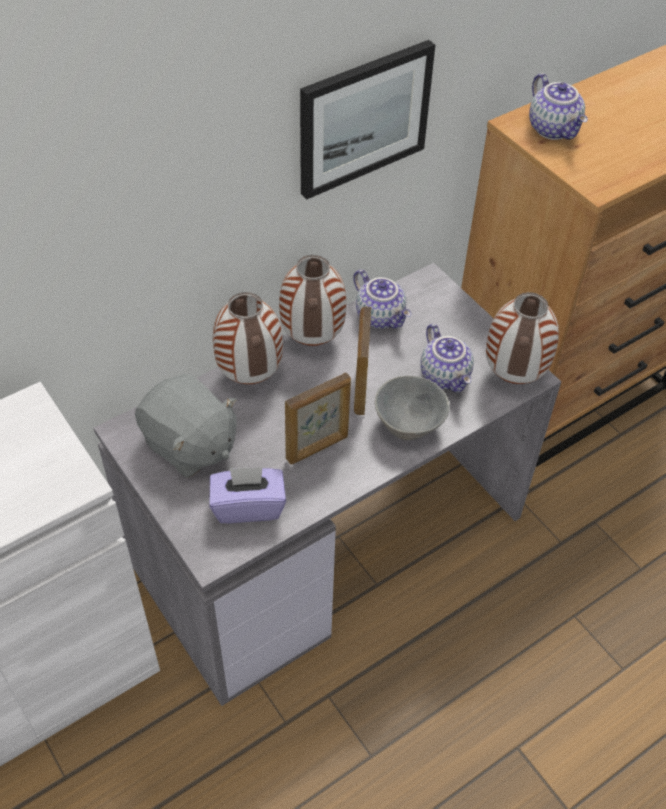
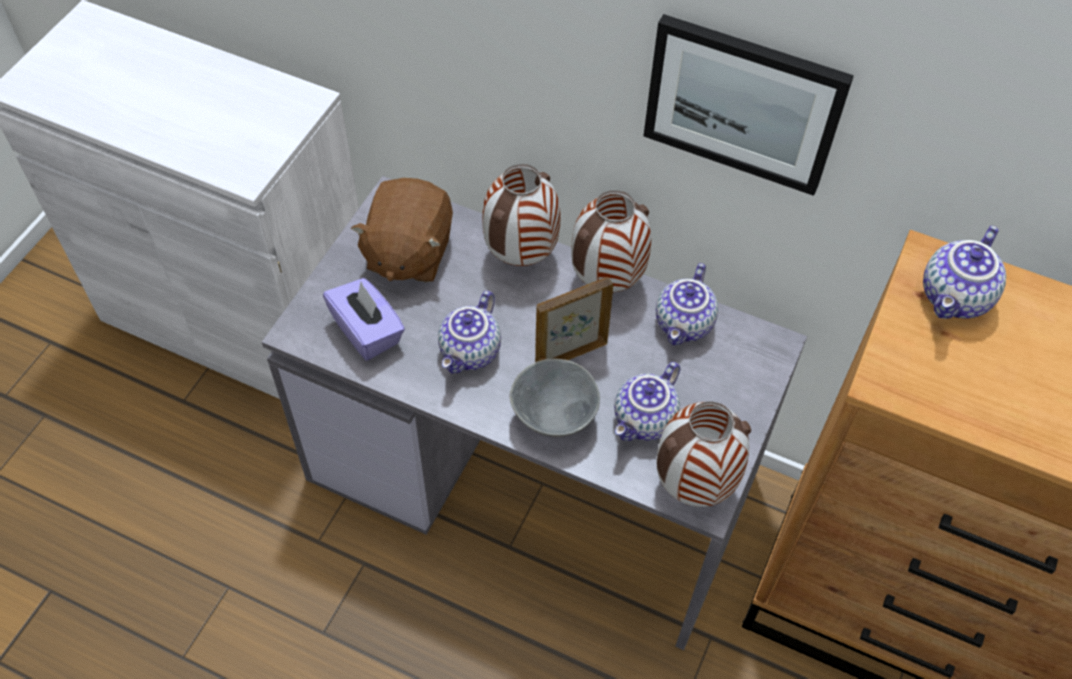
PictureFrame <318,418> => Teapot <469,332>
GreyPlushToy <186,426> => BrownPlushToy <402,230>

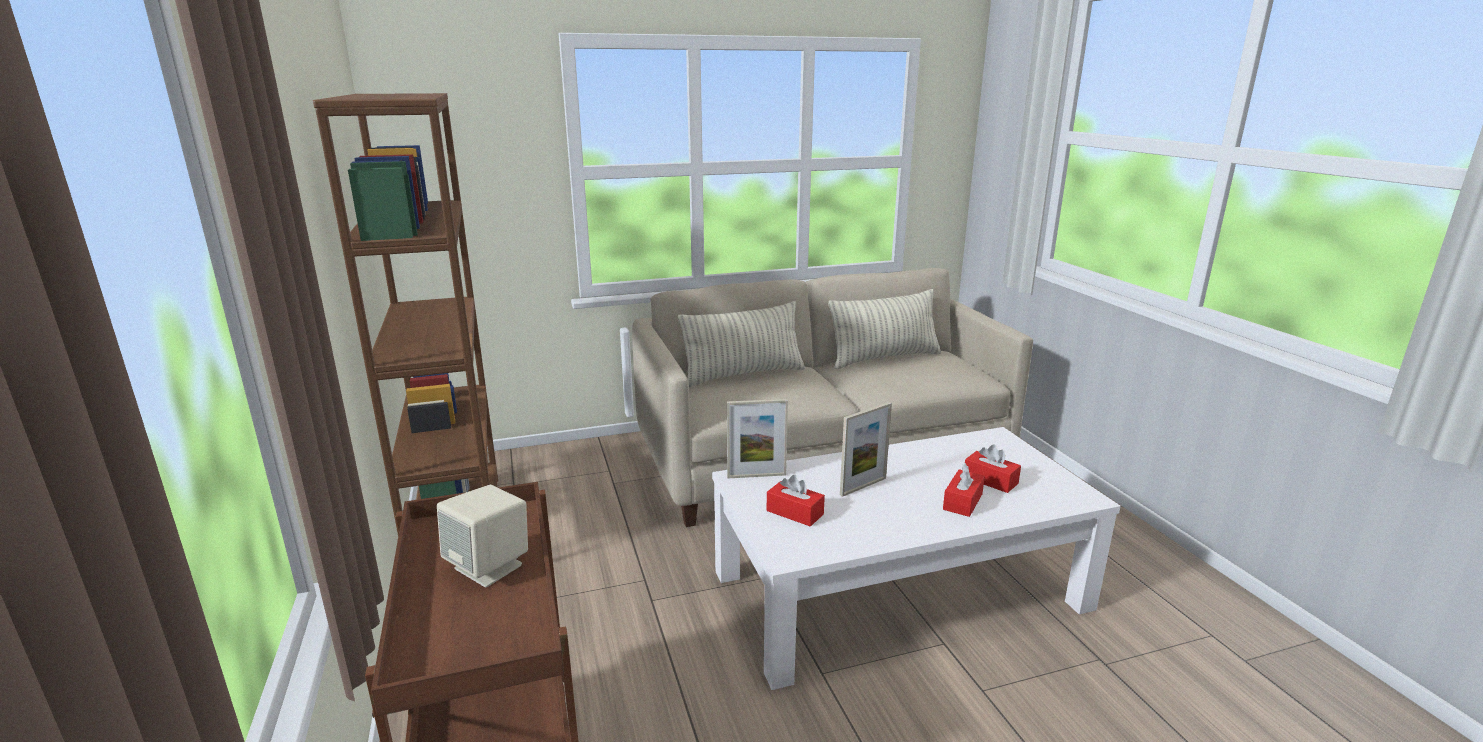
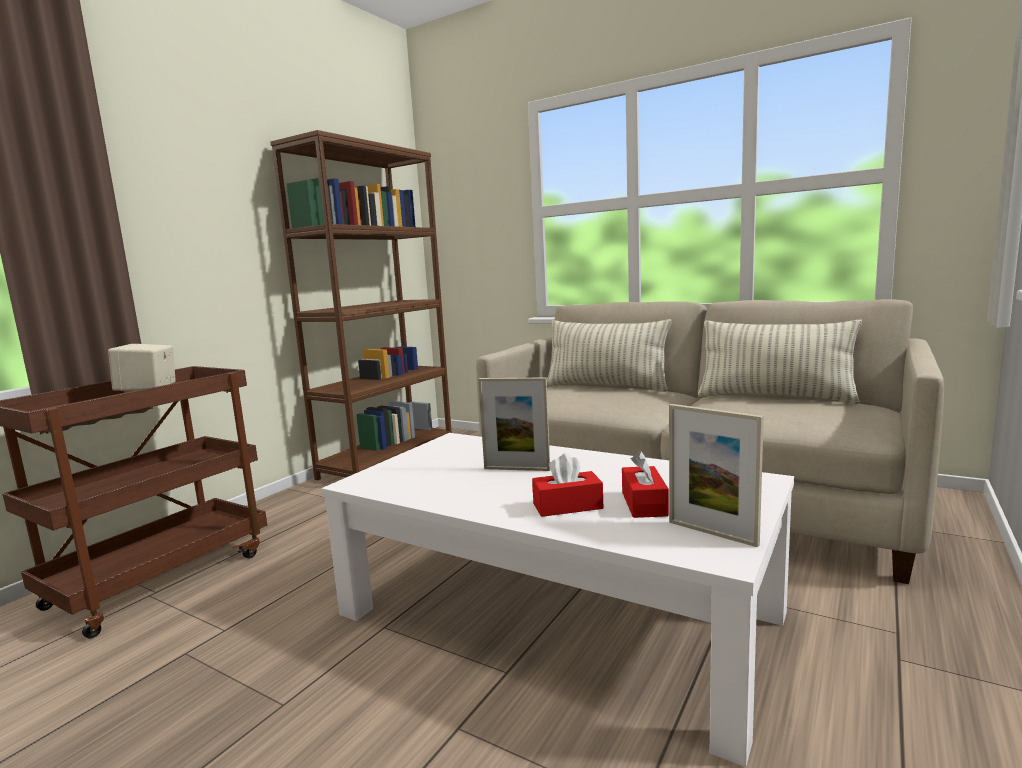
RedTissueBox <796,501> => nothing
PictureFrame <757,438> => PictureFrame <716,475>, moved

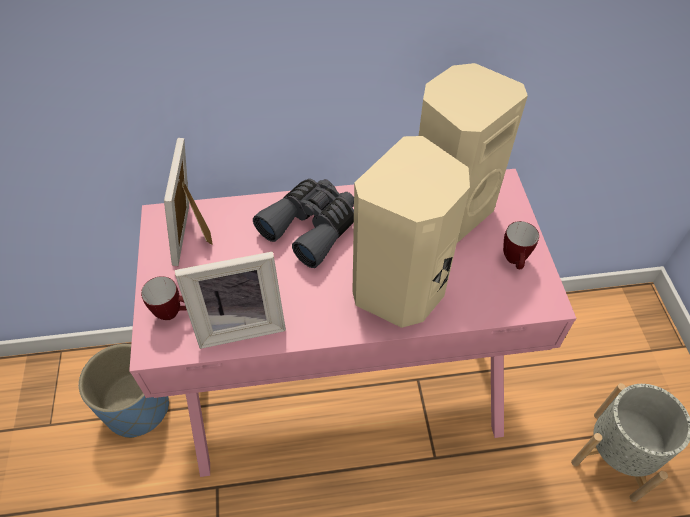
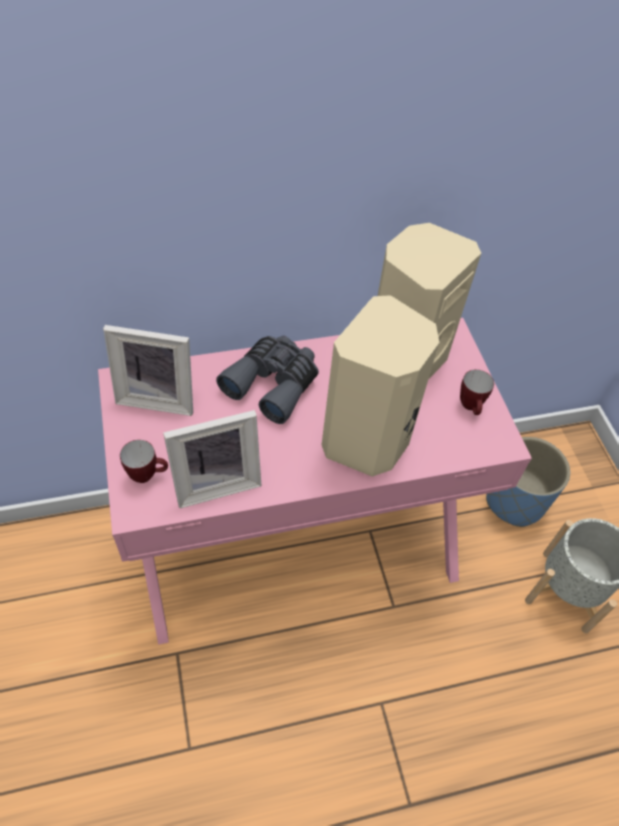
BluePlanter <124,391> => BluePlanter <528,482>, moved
PictureFrame <188,202> => PictureFrame <148,370>, 75 degrees counterclockwise

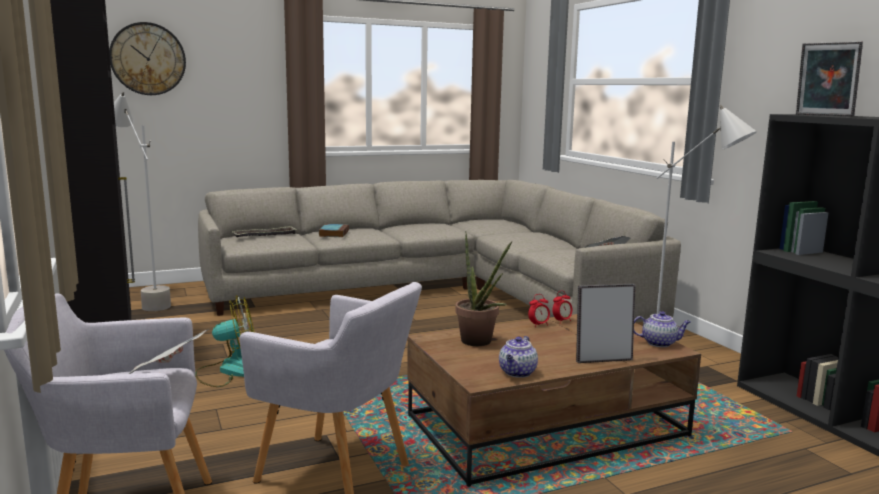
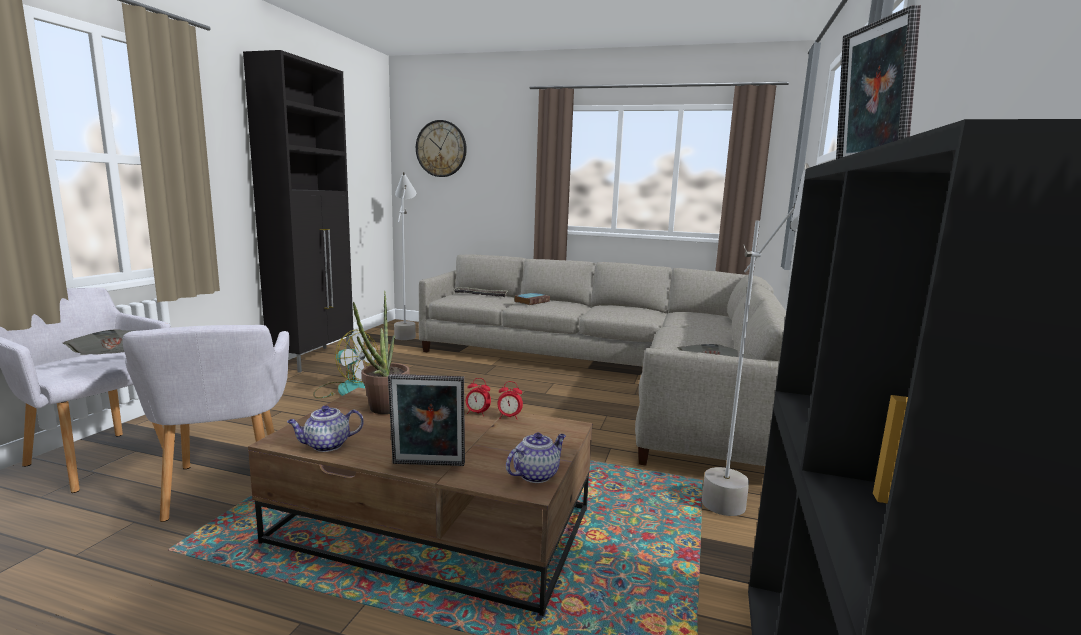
PictureFrame <605,323> => PictureFrame <426,420>, 150 degrees clockwise
Teapot <662,329> => Teapot <536,458>, 90 degrees counterclockwise

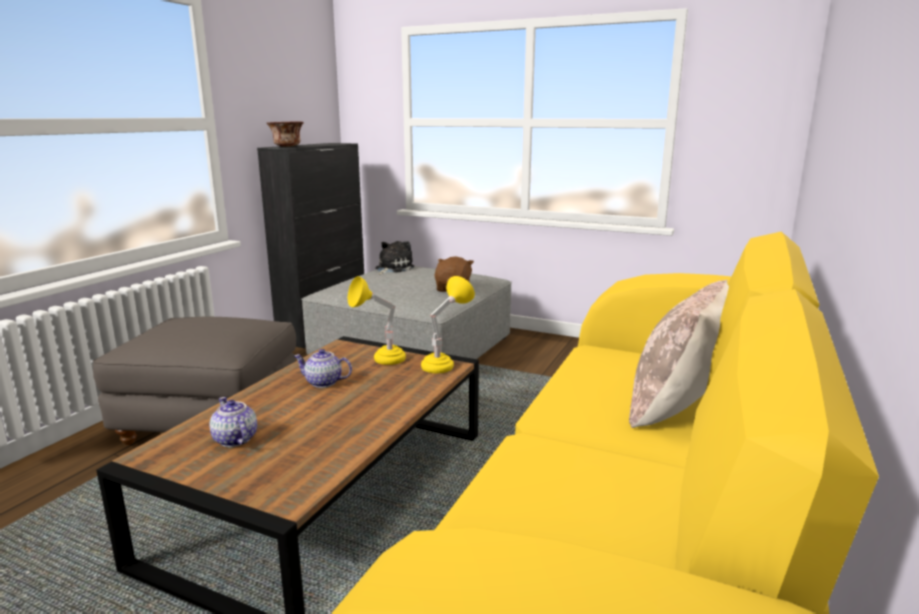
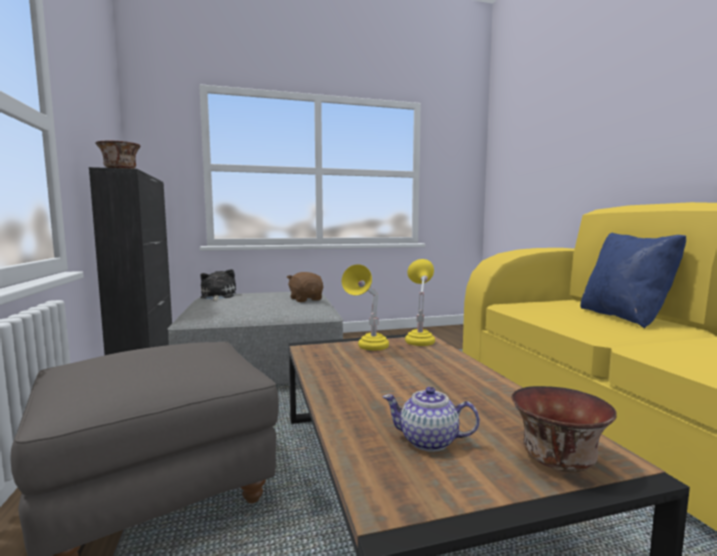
Teapot <323,368> => nothing
nothing => Bowl <564,429>
BeigePillow <679,354> => BluePillow <633,280>

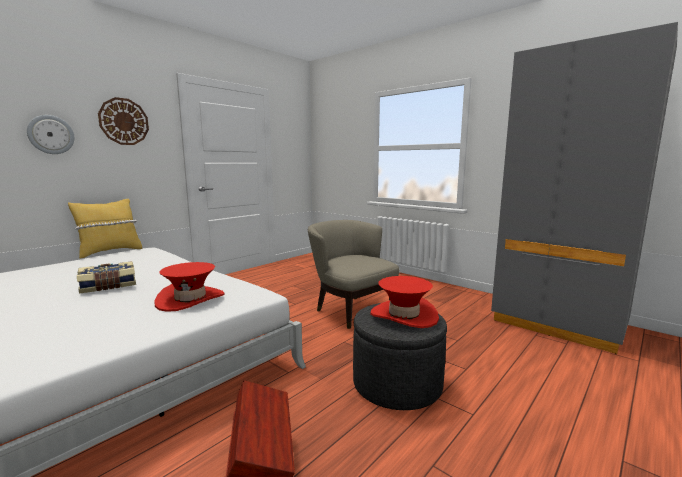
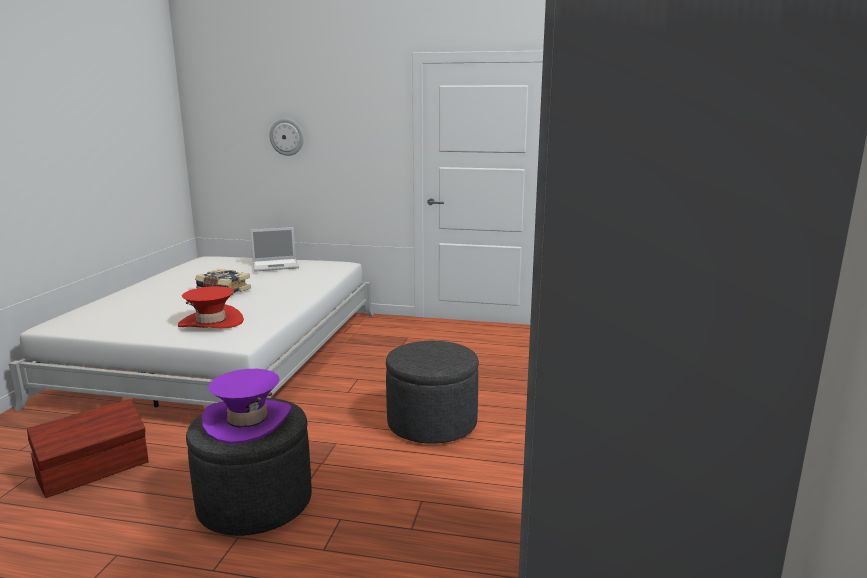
YellowPillow <105,229> => nothing
WallClock <123,121> => nothing
nothing => Laptop <274,249>
BeigeArmchair <353,274> => GreyOttoman <432,392>
RedHat <404,302> => PurpleHat <247,406>

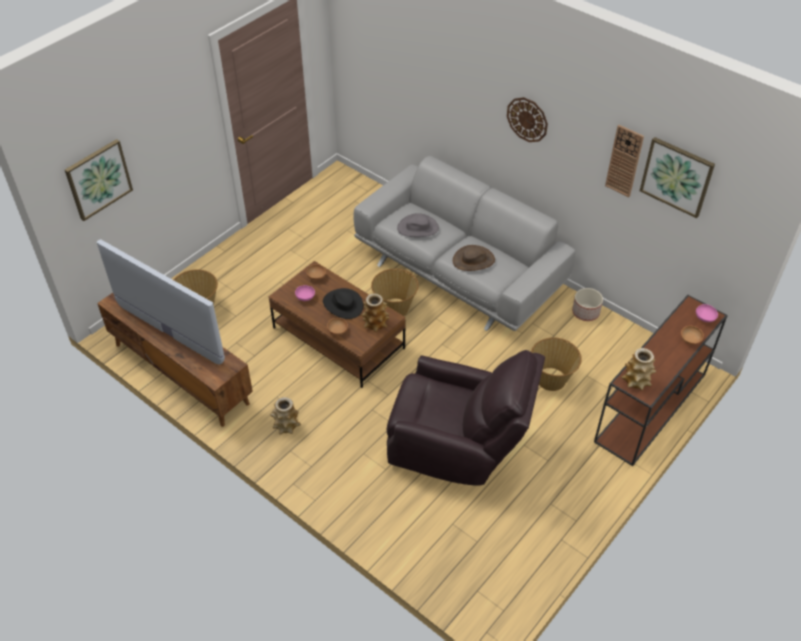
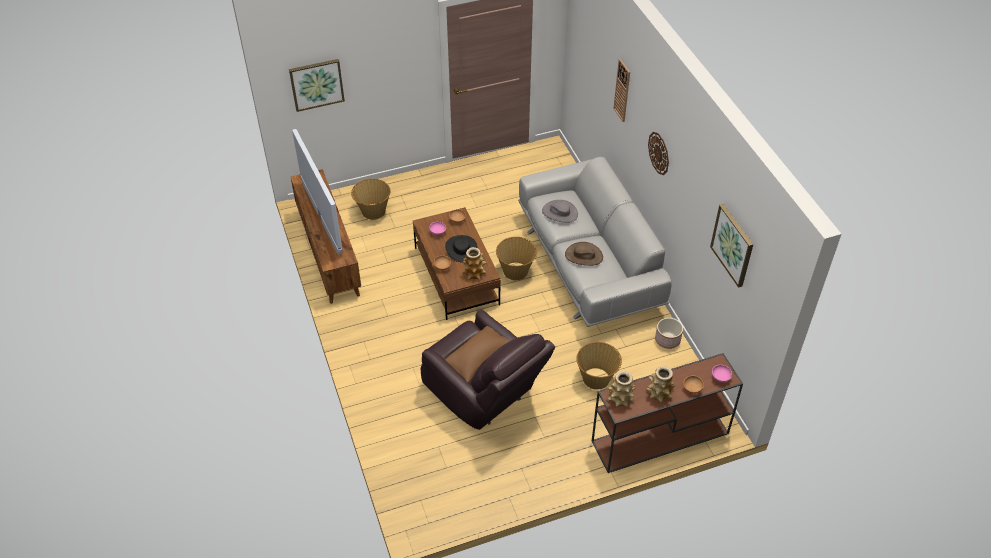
nothing => BrownPillow <477,354>
Vase <285,416> => Vase <660,384>, moved
WallClock <624,161> => WallClock <621,90>, moved

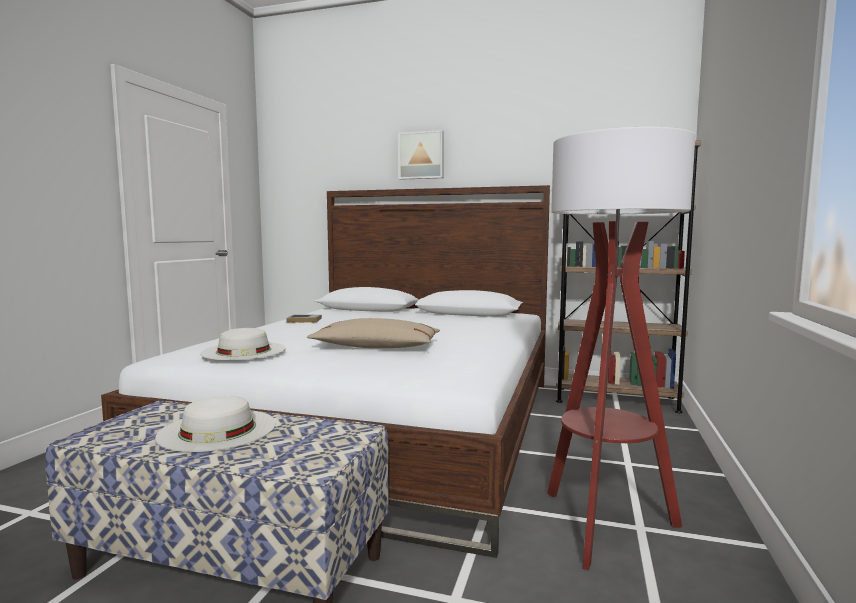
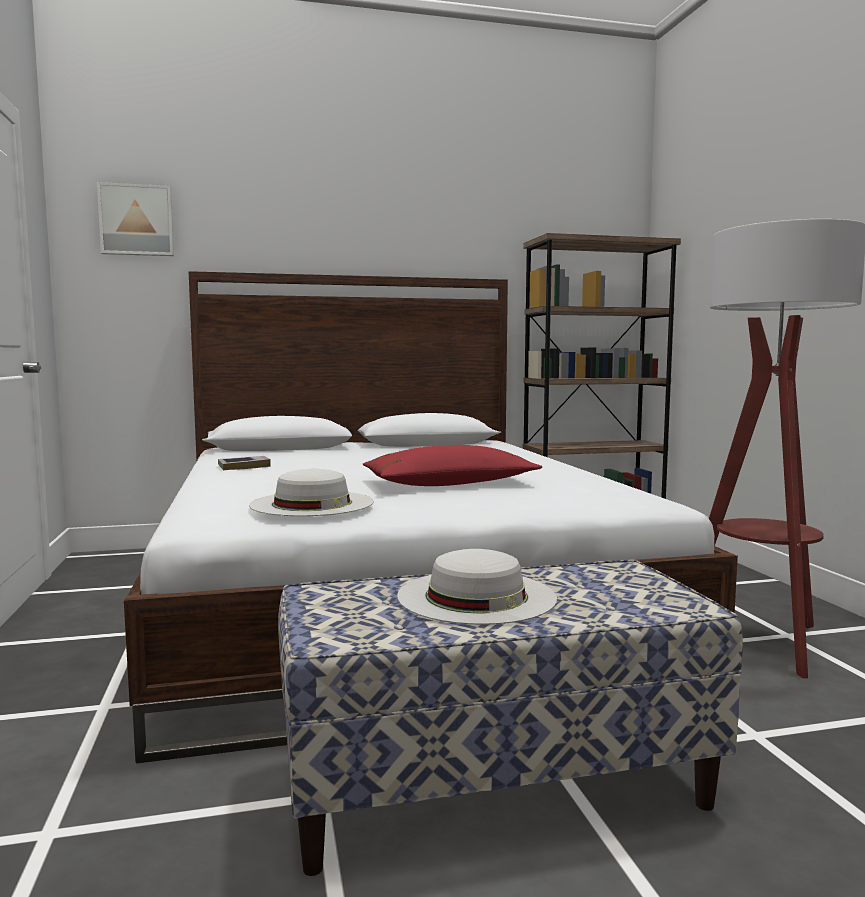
Picture <421,155> => Picture <135,219>, moved
BeigePillow <373,333> => RedPillow <452,465>

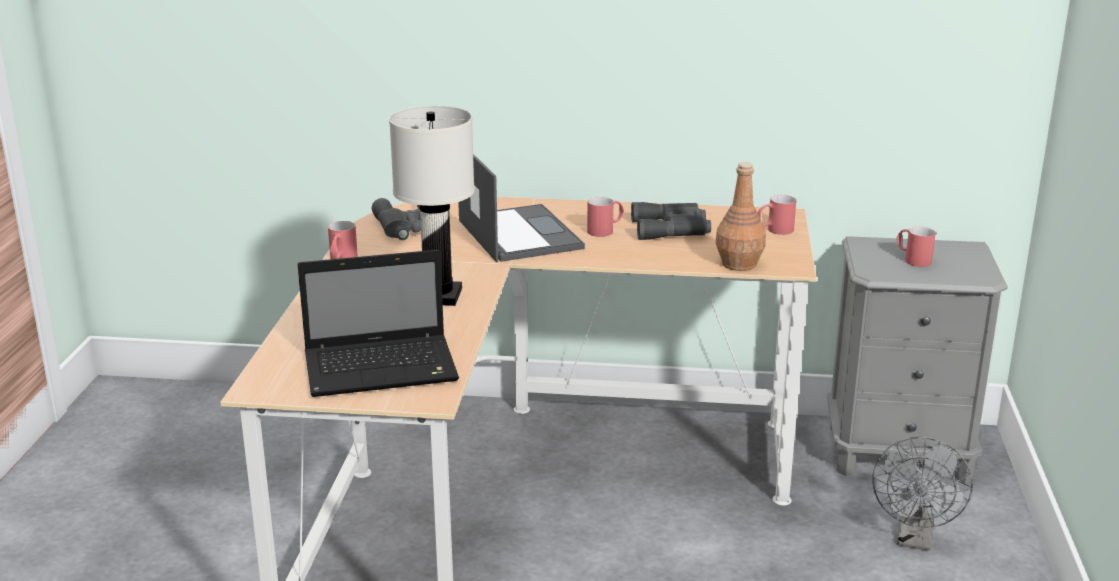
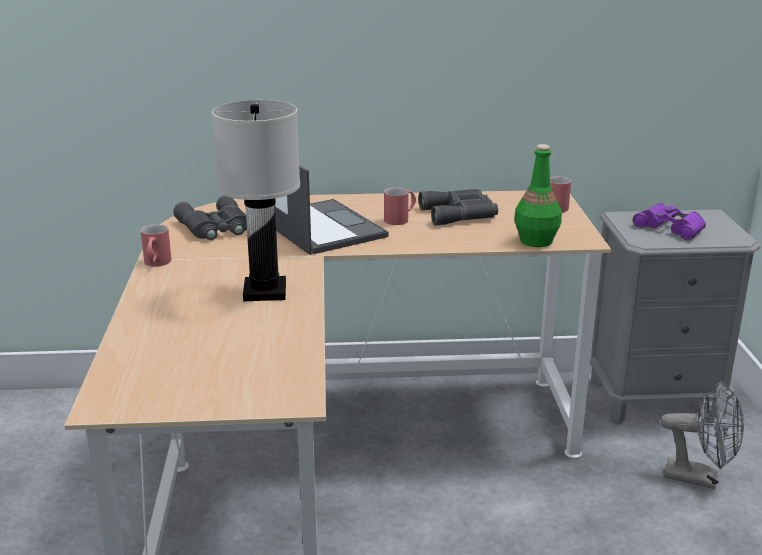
Laptop <378,323> => nothing
RedMug <916,247> => PurpleBinoculars <669,221>
BrownBottle <741,216> => GreenBottle <538,195>
GreyFan <923,494> => GreyFan <702,435>, 75 degrees counterclockwise

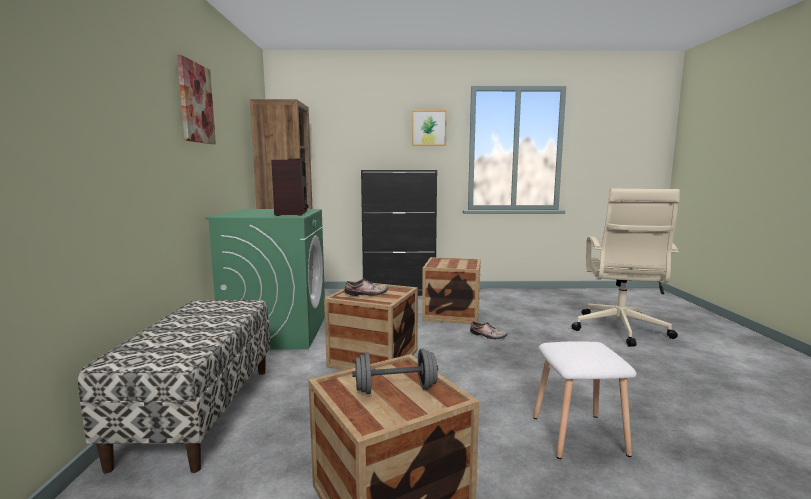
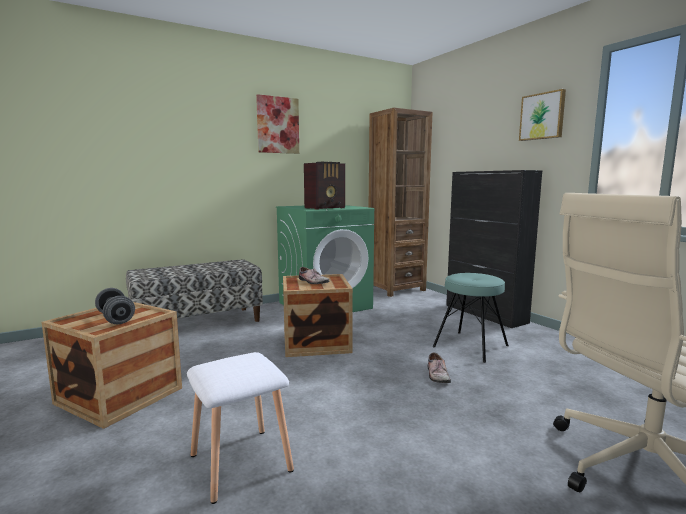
Crate <451,290> => TurquoiseStool <471,318>

